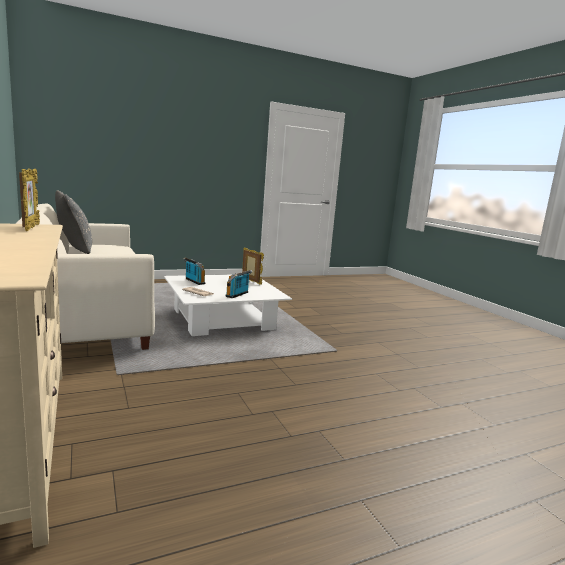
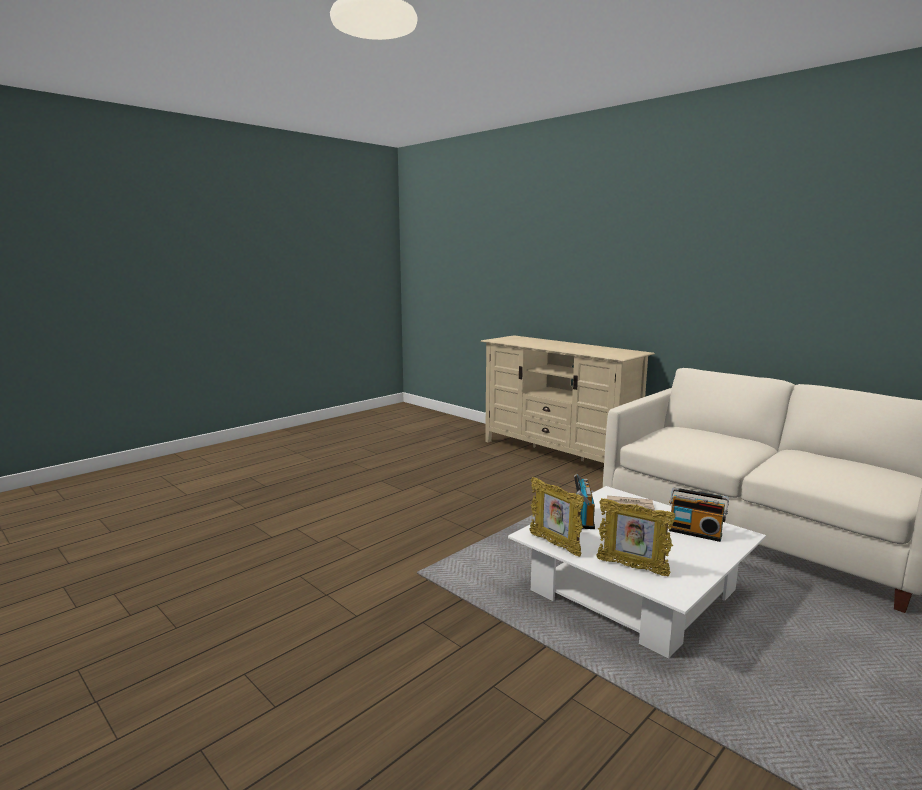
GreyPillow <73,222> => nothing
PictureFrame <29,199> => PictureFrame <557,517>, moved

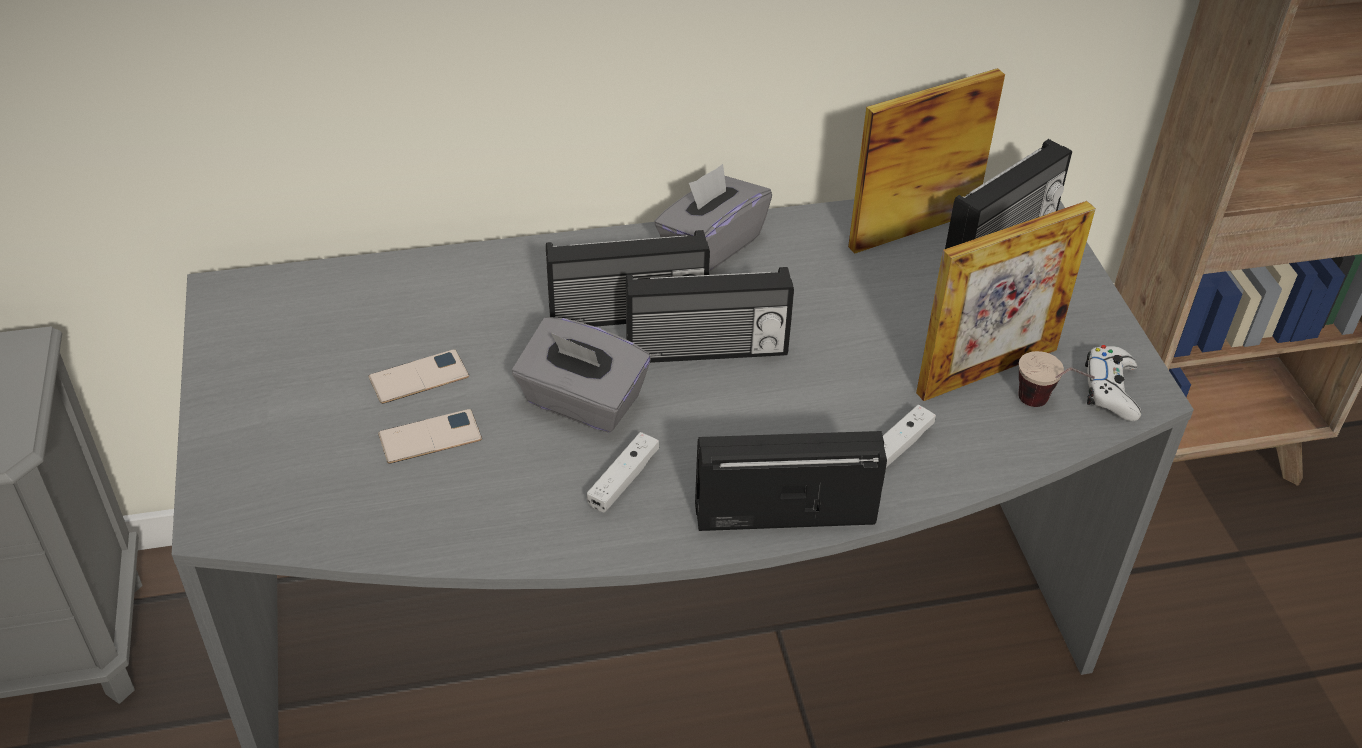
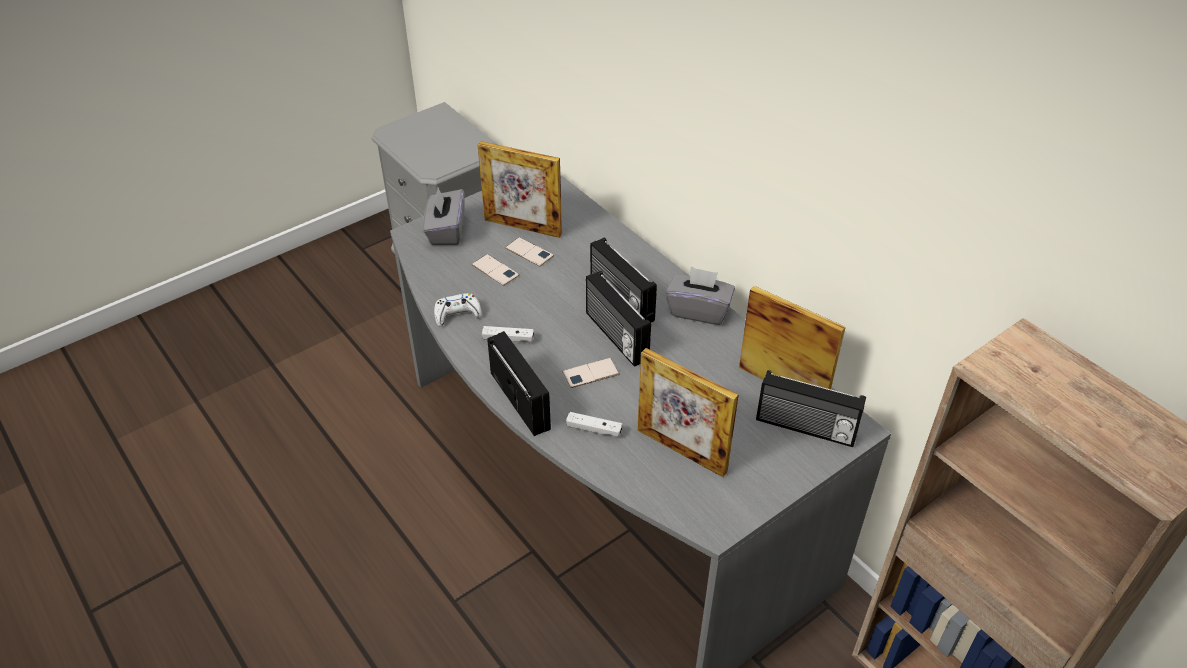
Cup <1056,379> => nothing
nothing => PictureFrame <520,189>
nothing => Phone <591,373>
GreyTissueBox <581,375> => GreyTissueBox <444,216>, moved
WhiteGameController <1113,383> => WhiteGameController <458,309>, moved

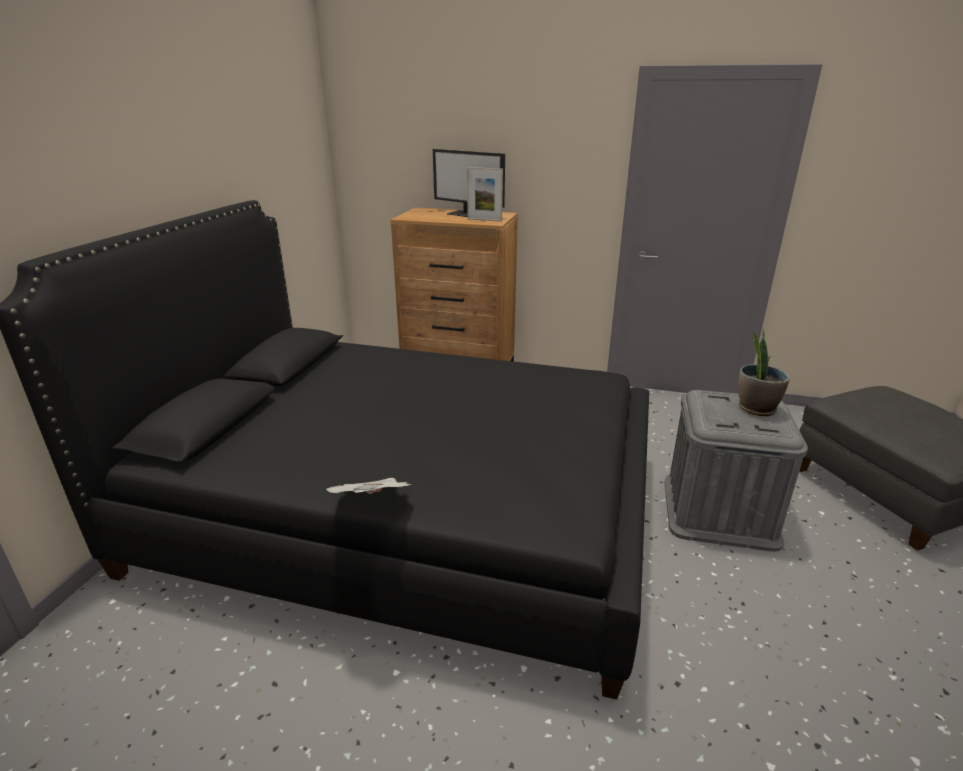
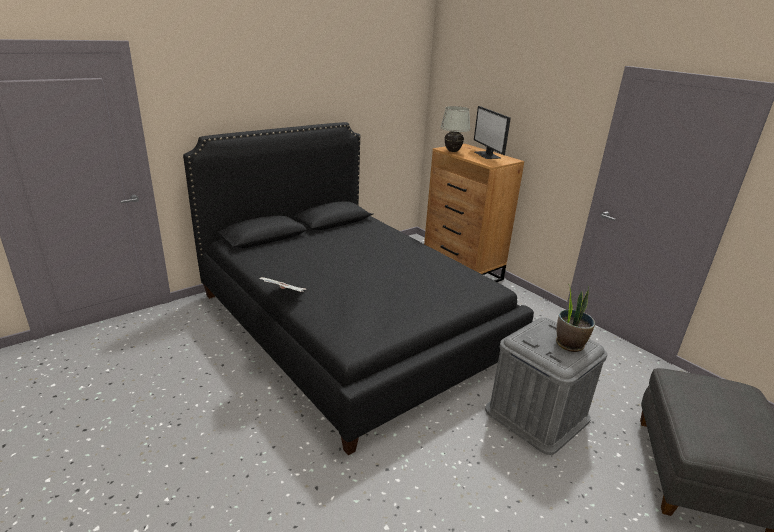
PictureFrame <485,194> => nothing
nothing => WhiteTableLamp <455,129>

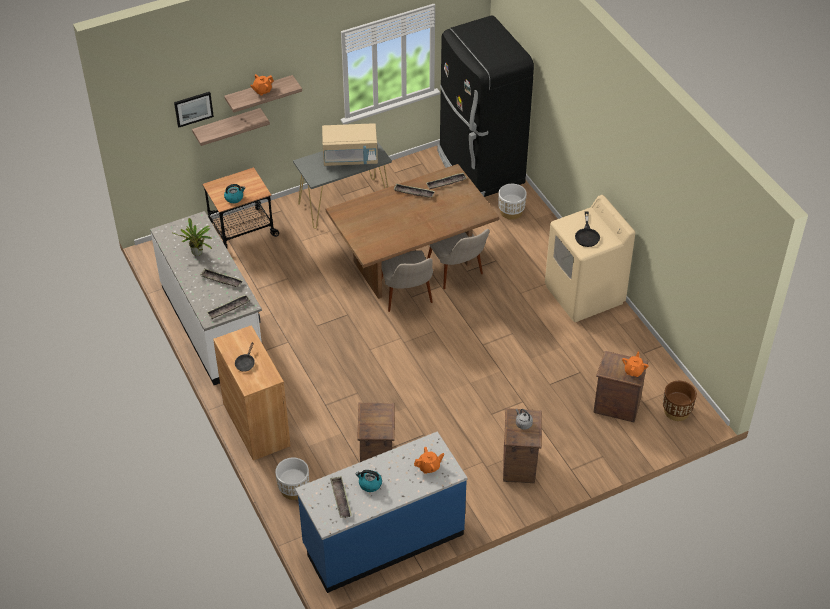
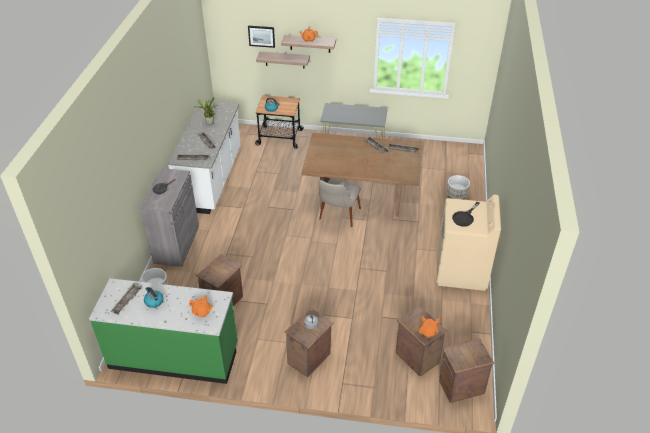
BeigeMicrowave <350,144> => nothing
BeigeChair <458,259> => nothing
BlackFridge <485,106> => nothing
BrownPlanter <680,401> => Crate <466,370>
BrownCabinet <251,393> => GreyCabinet <169,217>
BlueCounter <381,512> => GreenCounter <163,331>

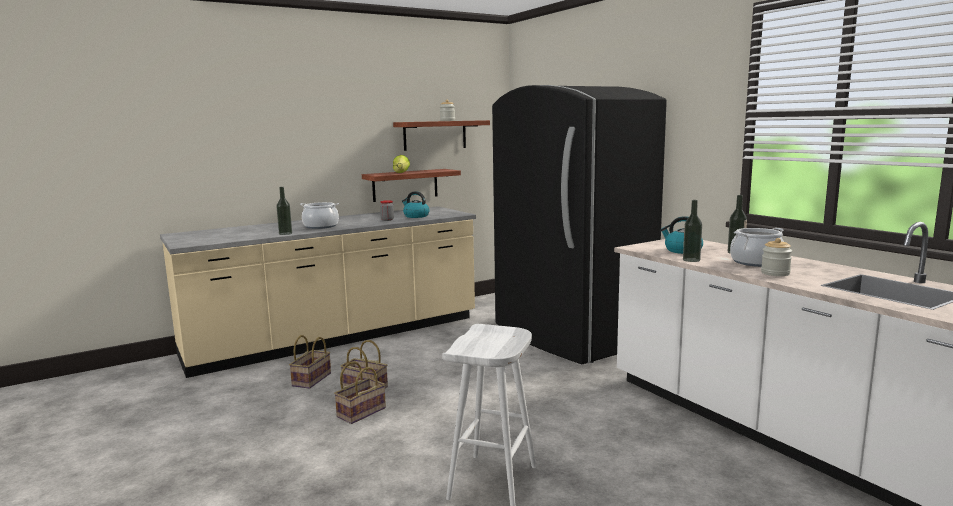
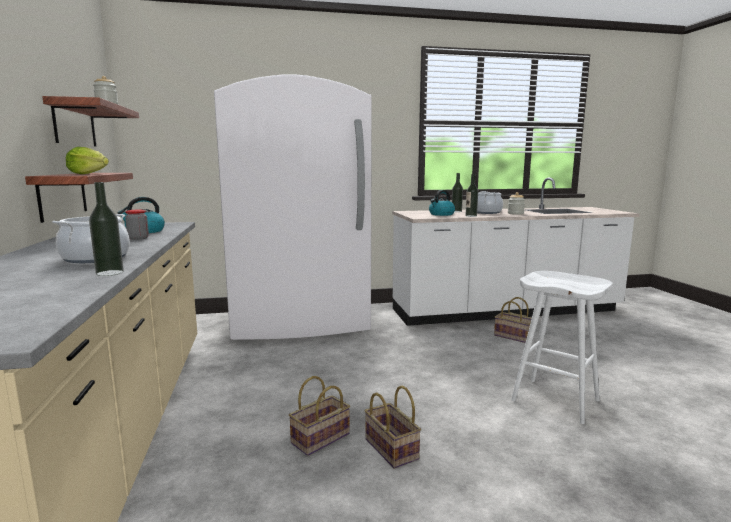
Basket <310,362> => Basket <513,320>, moved
BlackFridge <579,224> => WhiteFridge <293,207>

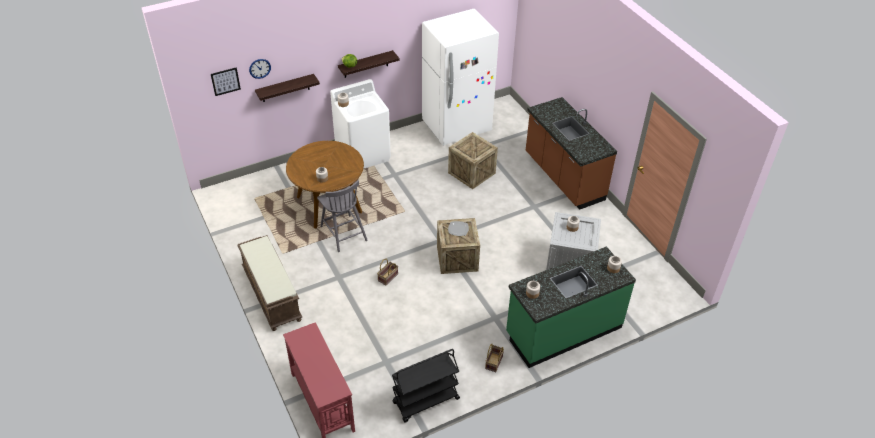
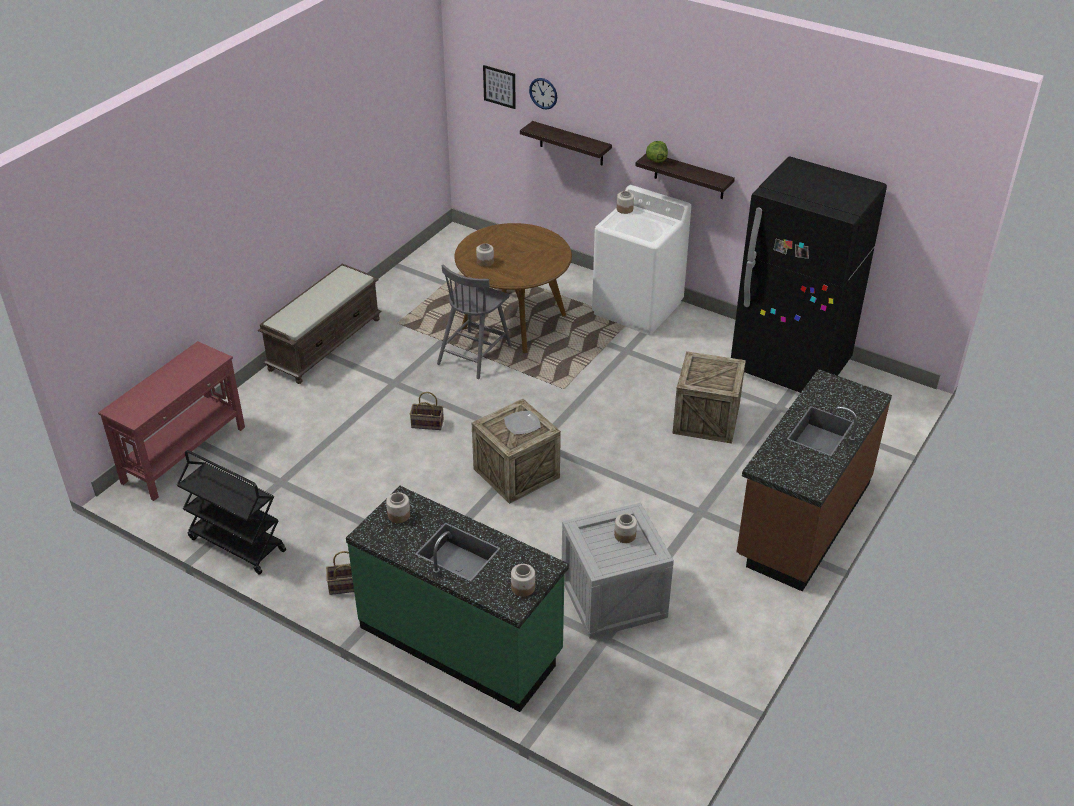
WhiteFridge <460,77> => BlackFridge <809,275>

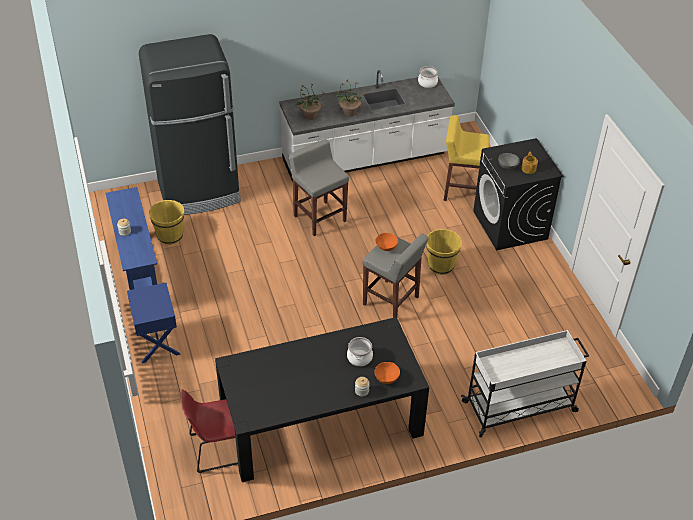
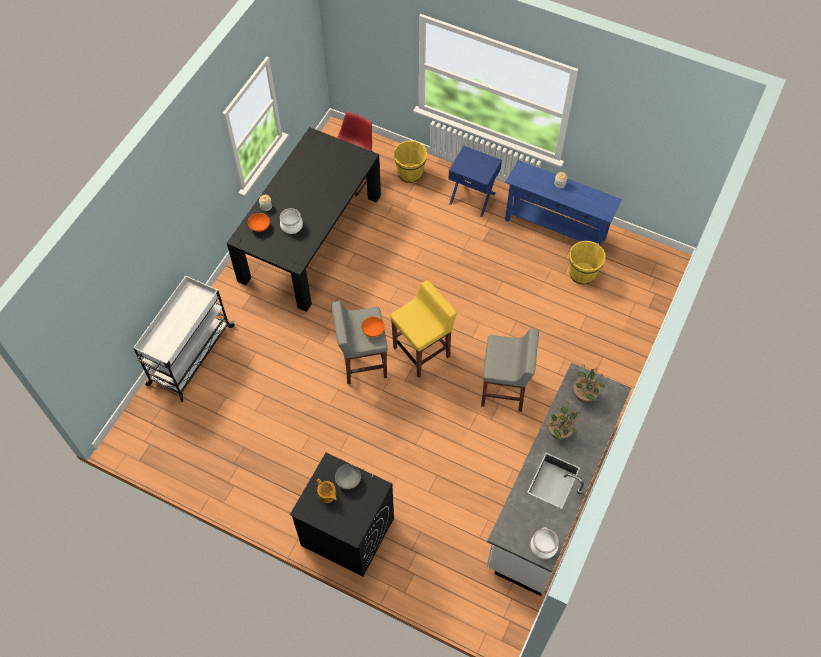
BlackFridge <190,124> => nothing
YellowBucket <444,252> => YellowBucket <410,162>, moved
YellowStool <466,158> => YellowStool <423,329>, moved

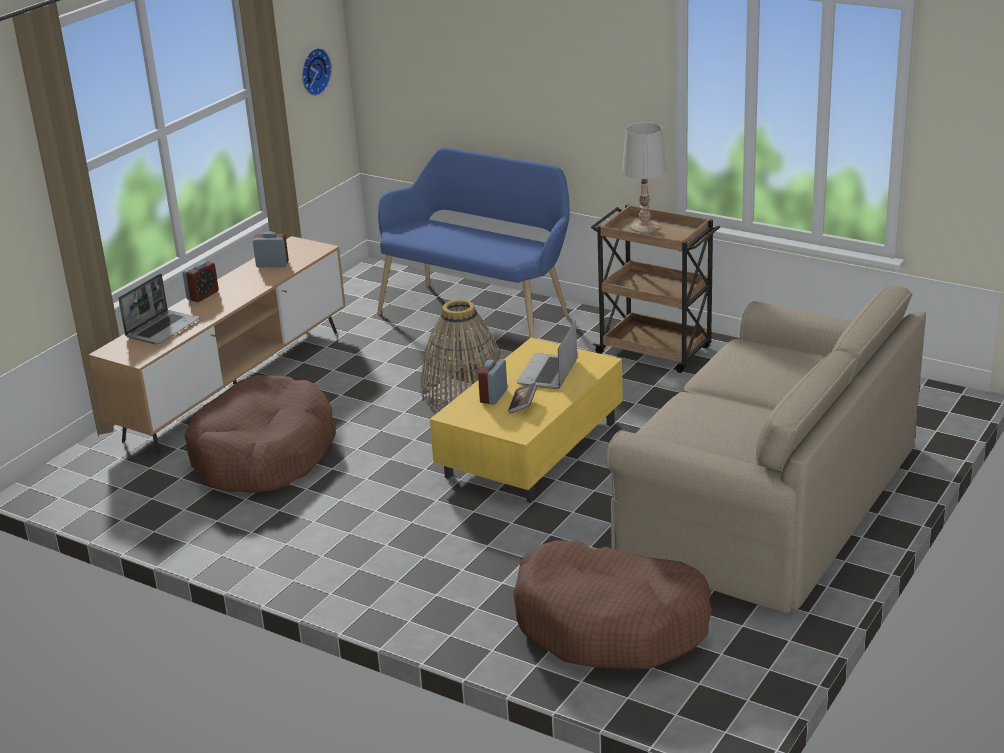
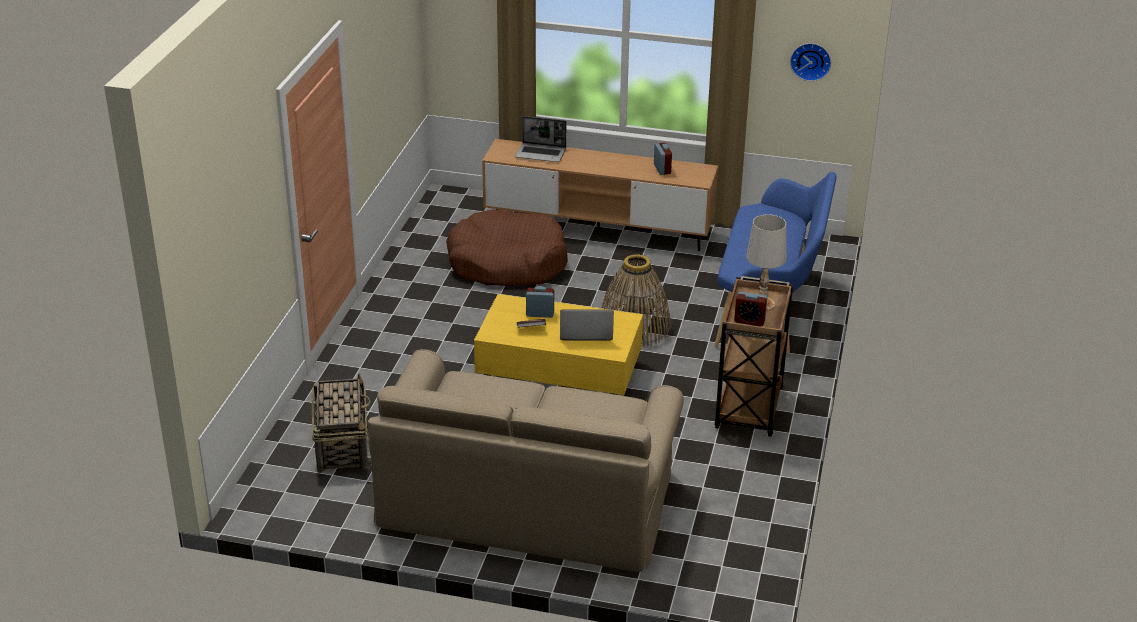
AlarmClock <201,281> => AlarmClock <750,309>, moved
BrownDogBed <612,604> => Basket <341,423>

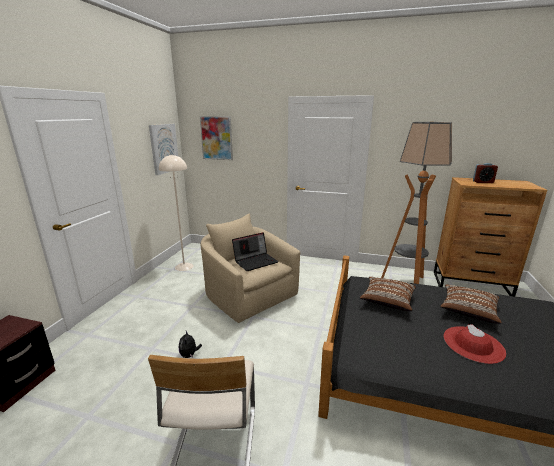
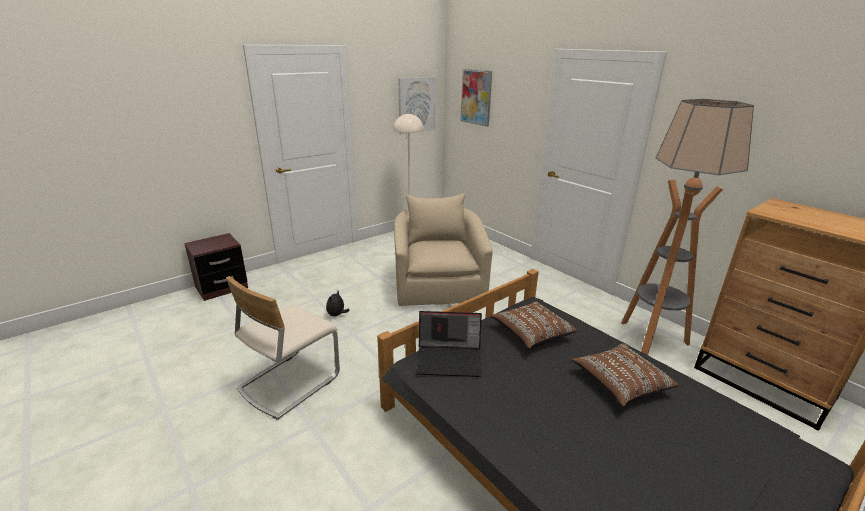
RedHat <474,344> => nothing
AlarmClock <485,173> => nothing
Laptop <255,251> => Laptop <449,344>, moved

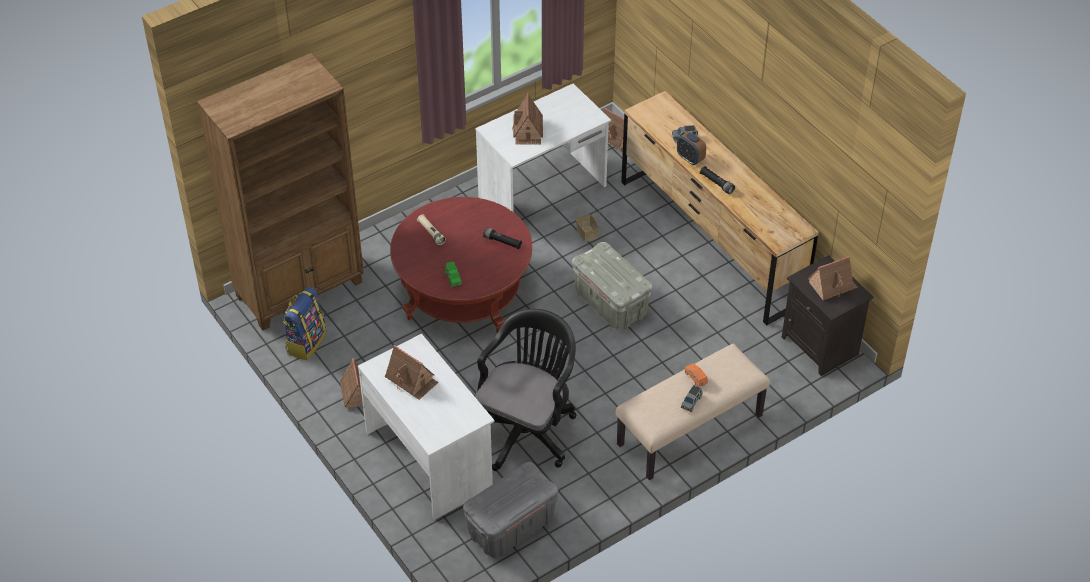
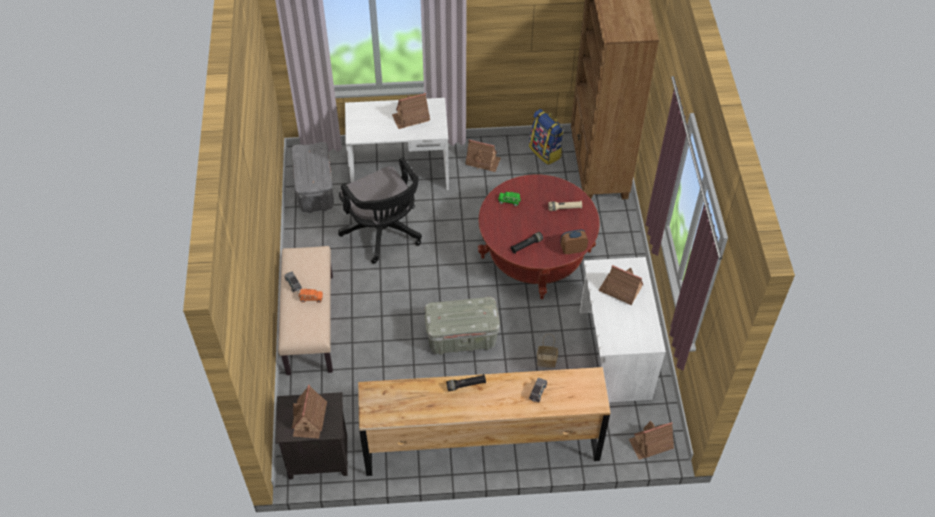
AlarmClock <691,148> => AlarmClock <574,241>, moved

